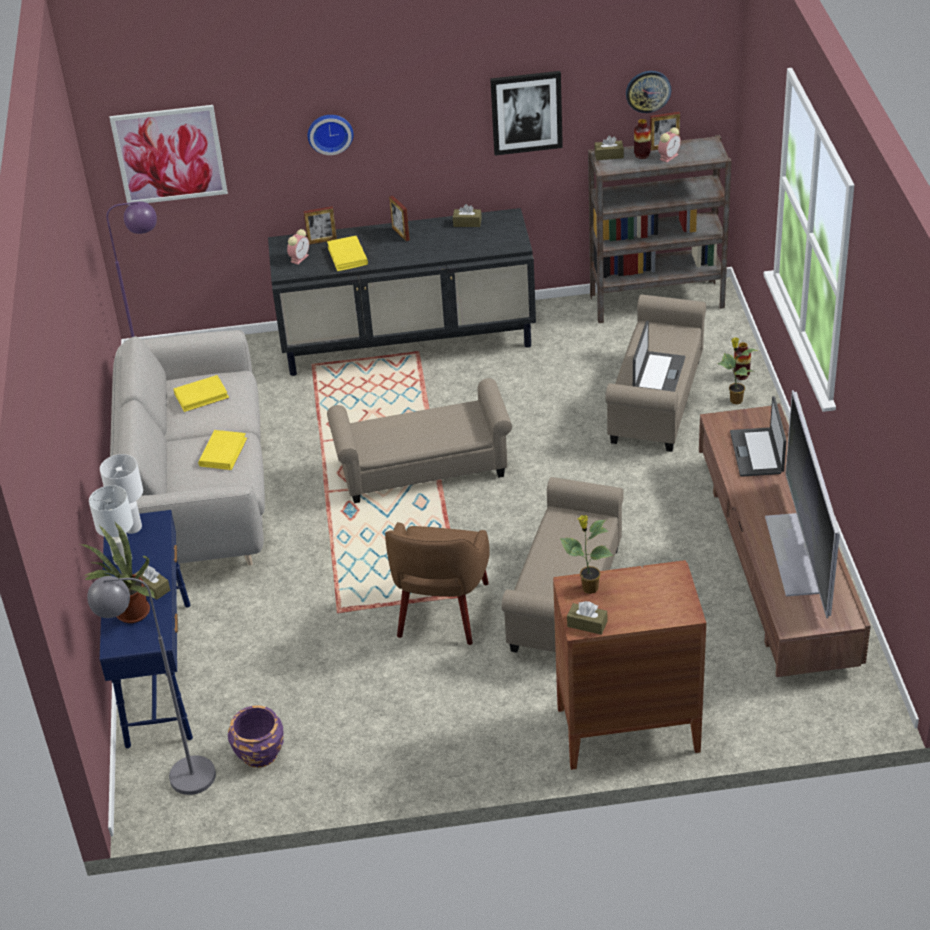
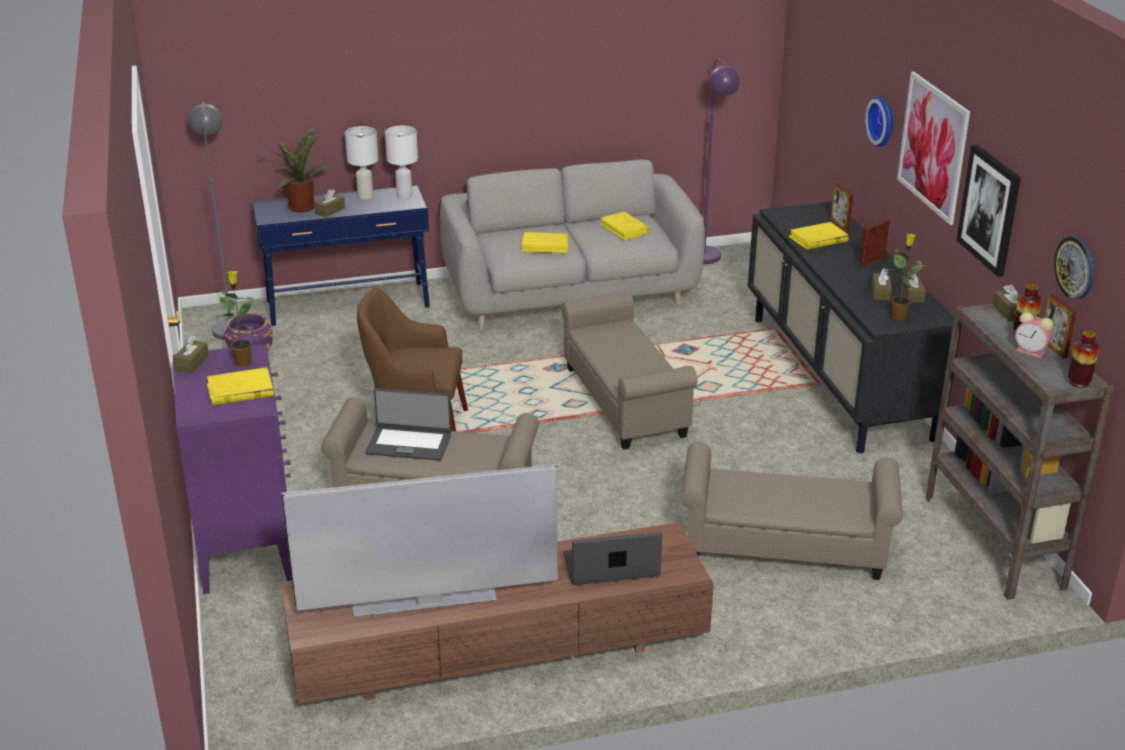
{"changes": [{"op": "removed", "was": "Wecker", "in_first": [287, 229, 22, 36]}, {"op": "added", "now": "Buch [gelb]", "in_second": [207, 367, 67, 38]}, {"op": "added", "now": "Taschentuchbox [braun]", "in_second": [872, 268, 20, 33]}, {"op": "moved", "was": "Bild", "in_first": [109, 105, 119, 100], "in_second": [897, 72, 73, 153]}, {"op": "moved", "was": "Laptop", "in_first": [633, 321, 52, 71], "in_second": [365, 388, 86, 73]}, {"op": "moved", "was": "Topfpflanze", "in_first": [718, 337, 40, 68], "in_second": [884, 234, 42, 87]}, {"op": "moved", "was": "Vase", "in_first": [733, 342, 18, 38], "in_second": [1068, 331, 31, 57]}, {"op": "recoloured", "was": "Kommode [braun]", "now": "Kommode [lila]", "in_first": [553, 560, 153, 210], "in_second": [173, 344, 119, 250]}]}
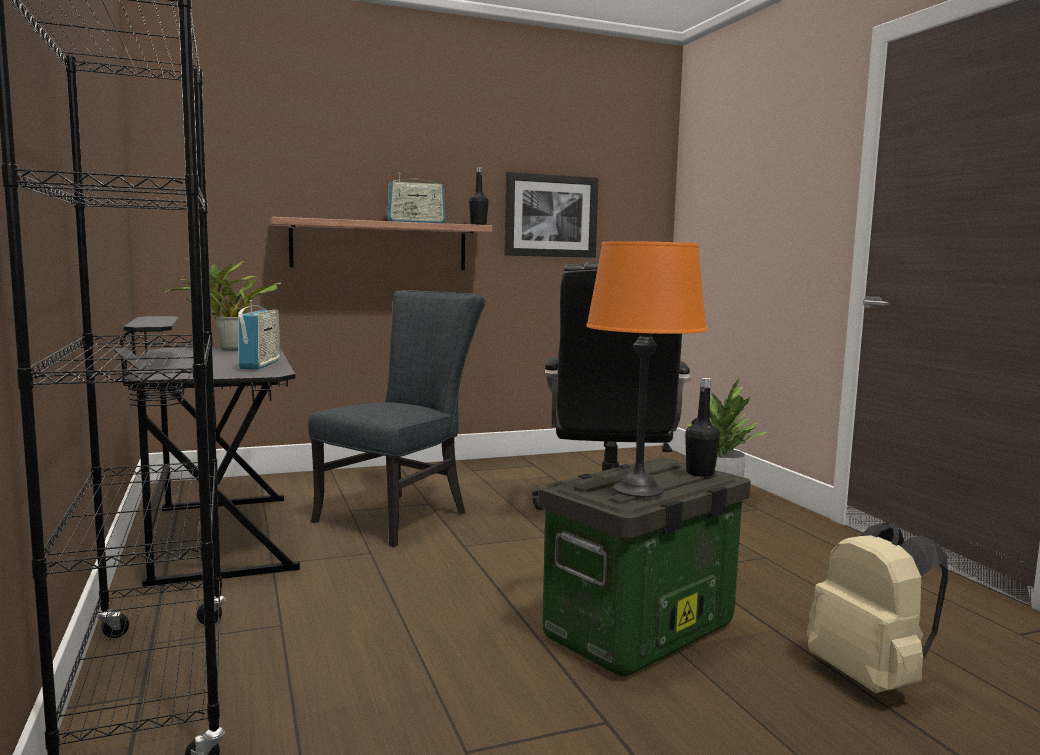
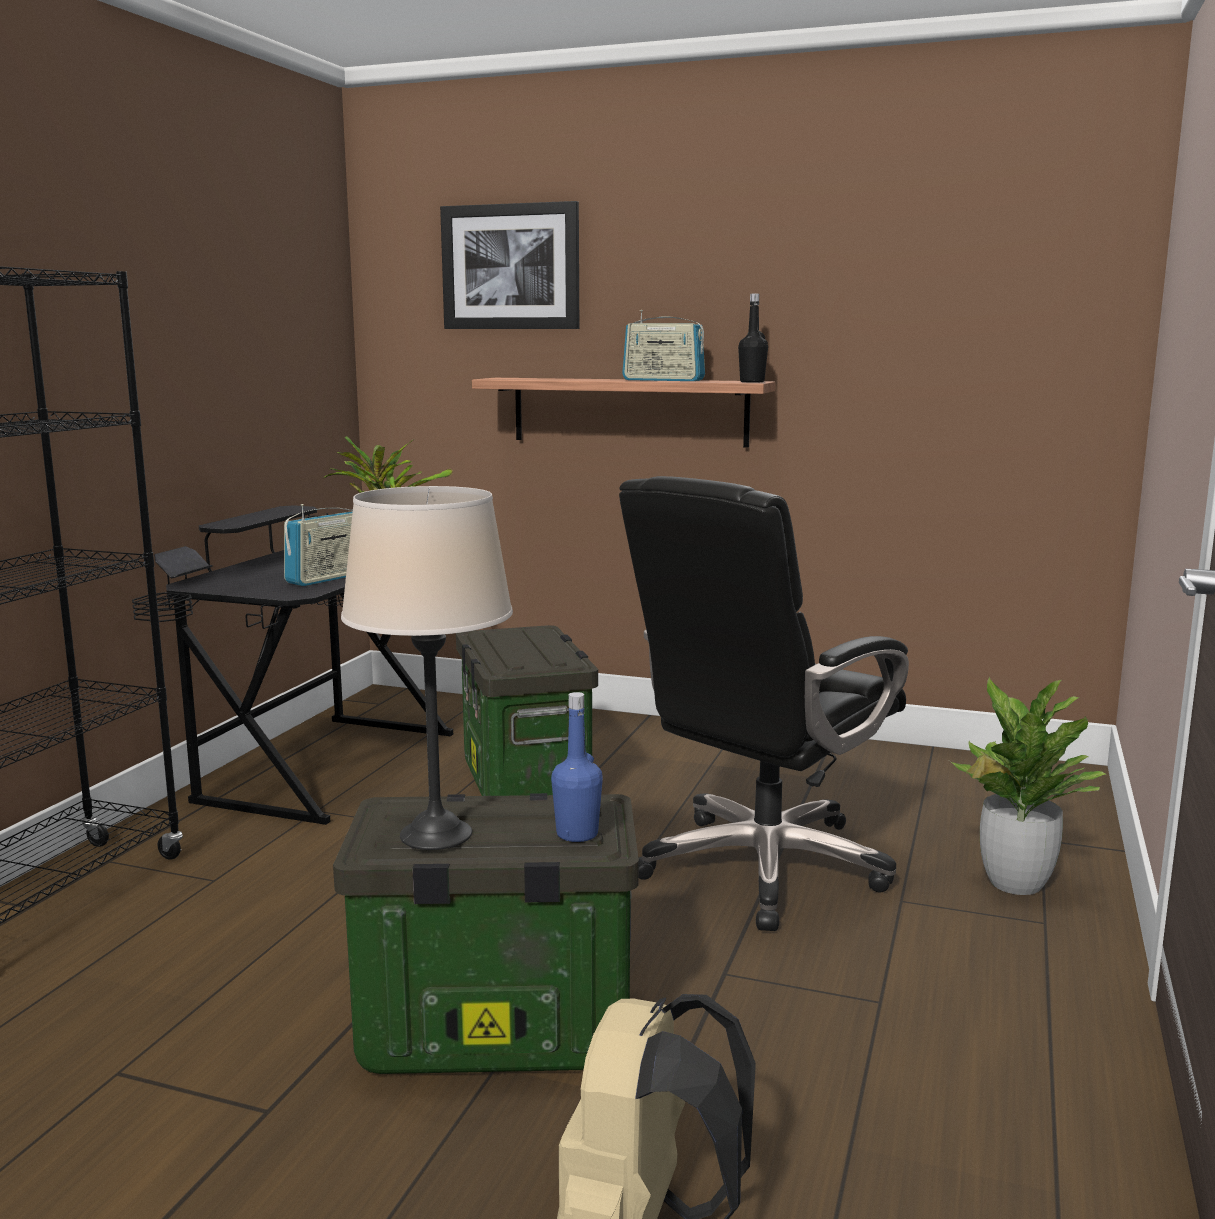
{"changes": [{"op": "moved", "was": "Bild", "in_first": [505, 172, 94, 86], "in_second": [440, 201, 139, 128]}, {"op": "replaced", "was": "Stuhl [grau]", "now": "Aufbewahrungsbox", "in_first": [308, 290, 178, 257], "in_second": [456, 625, 142, 171]}, {"op": "recoloured", "was": "Tischlampe [orange]", "now": "Tischlampe [beige]", "in_first": [586, 241, 121, 256], "in_second": [341, 486, 172, 364]}, {"op": "recoloured", "was": "Flasche [schwarz]", "now": "Flasche [blau]", "in_first": [685, 378, 35, 99], "in_second": [551, 692, 52, 150]}]}
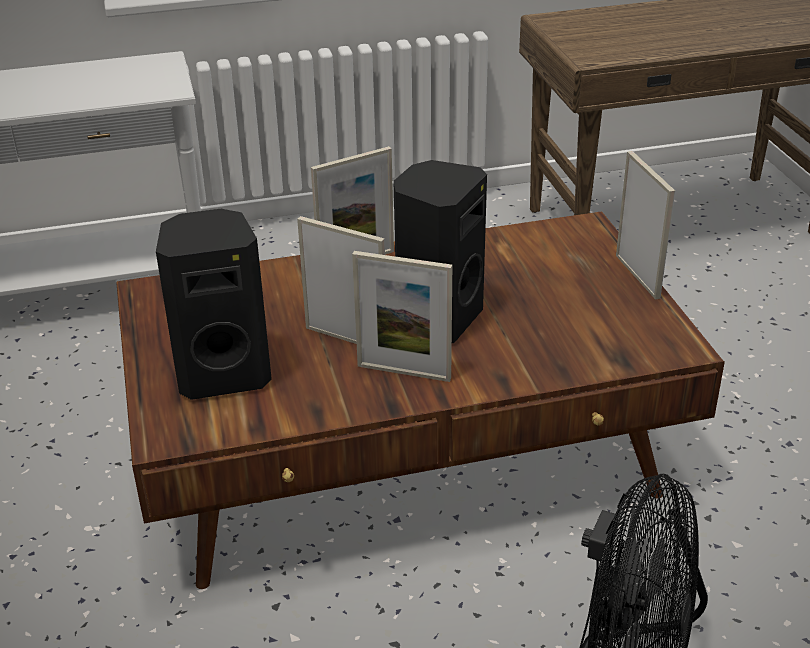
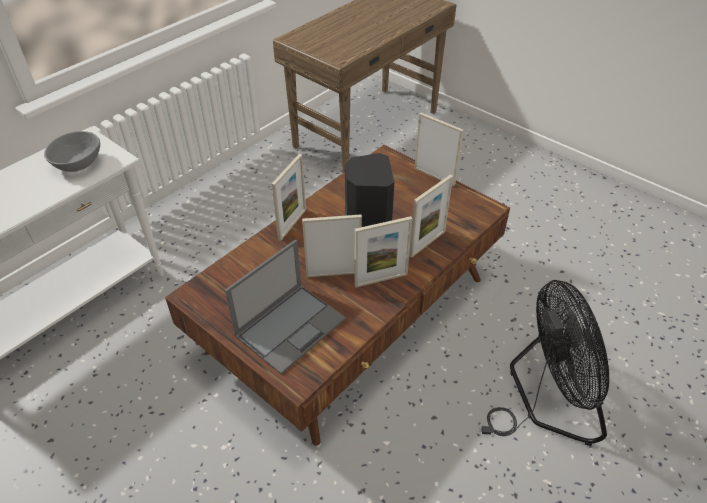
{"changes": [{"op": "added", "now": "Schüssel [grau]", "in_second": [44, 131, 56, 41]}, {"op": "added", "now": "Bilderrahmen", "in_second": [409, 174, 44, 84]}, {"op": "replaced", "was": "Lautsprecher [schwarz]", "now": "Laptop", "in_first": [156, 209, 116, 191], "in_second": [225, 239, 121, 135]}]}
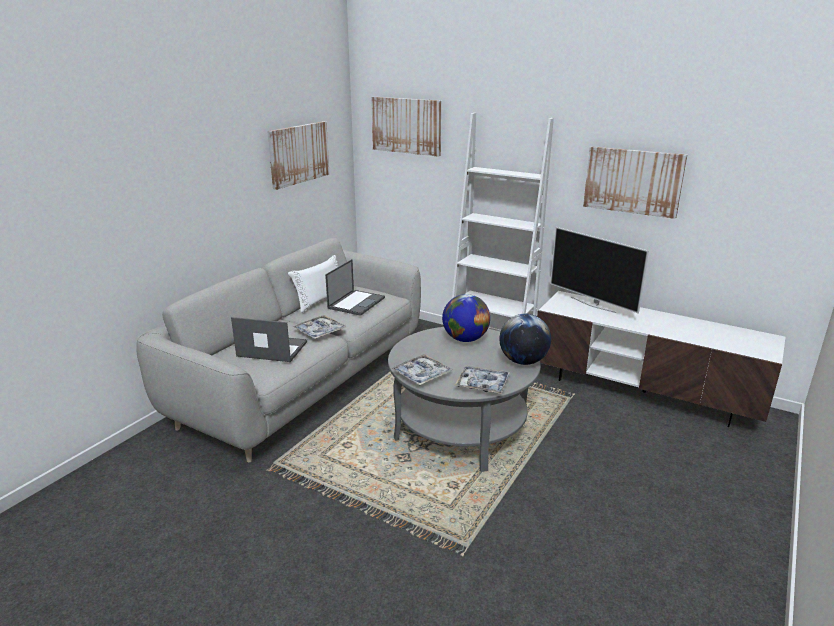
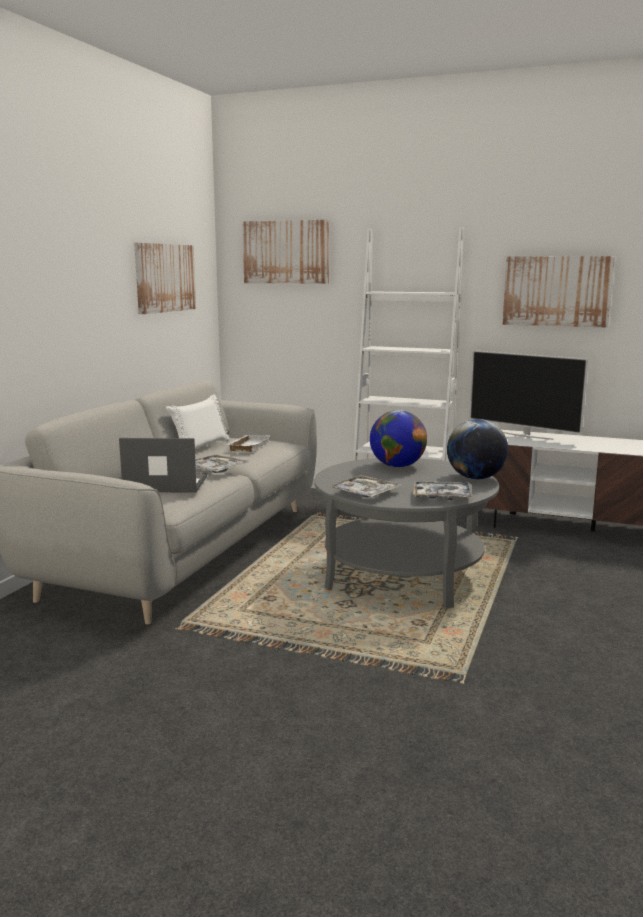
{"changes": [{"op": "replaced", "was": "Laptop", "now": "Tablett [weiß]", "in_first": [325, 259, 60, 57], "in_second": [227, 435, 43, 17]}]}
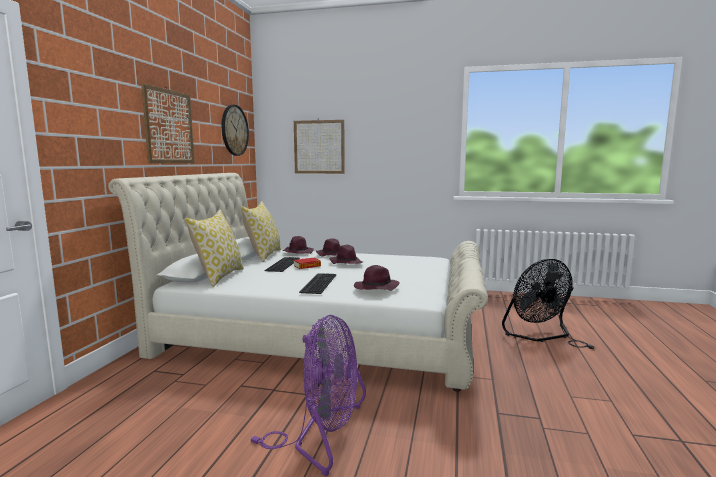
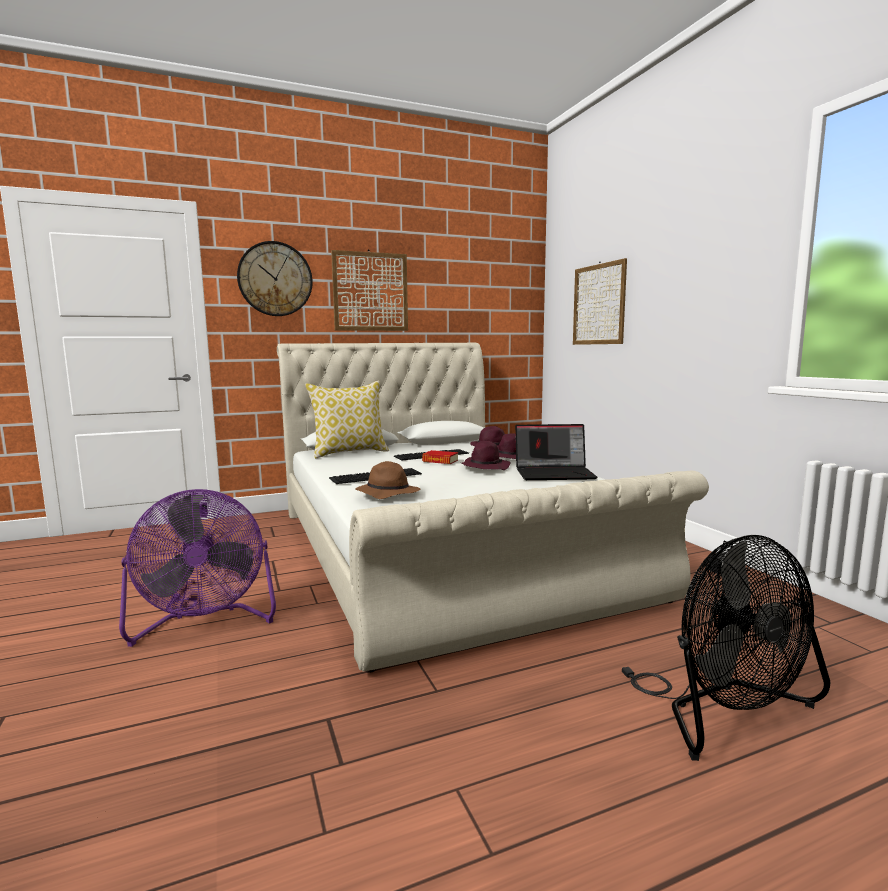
{"changes": [{"op": "removed", "was": "Kissen", "in_first": [241, 201, 40, 61]}, {"op": "added", "now": "Laptop", "in_second": [515, 424, 82, 56]}, {"op": "moved", "was": "Wanduhr", "in_first": [222, 105, 27, 51], "in_second": [237, 241, 76, 75]}, {"op": "recoloured", "was": "Hut [lila]", "now": "Hut [braun]", "in_first": [354, 265, 46, 26], "in_second": [355, 461, 66, 38]}, {"op": "turned", "was": "Ventilator [schwarz]", "in_first": [502, 259, 92, 90], "in_second": [622, 535, 208, 226], "clockwise": 120}]}
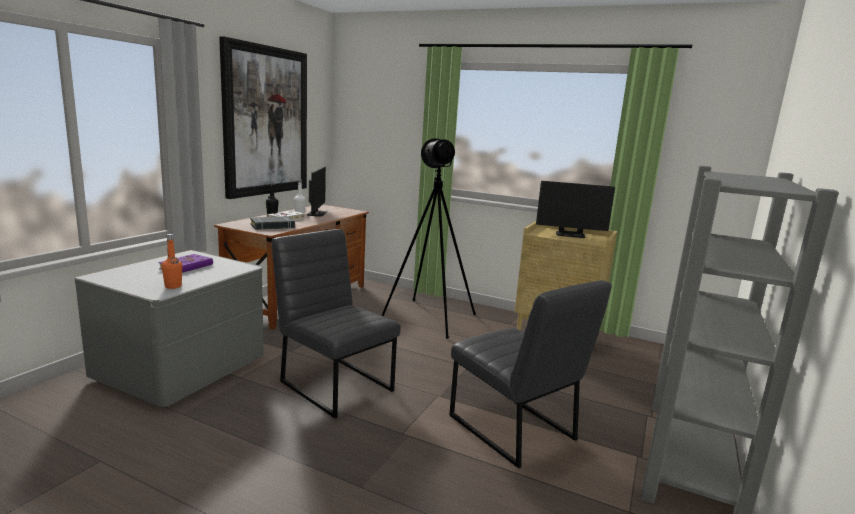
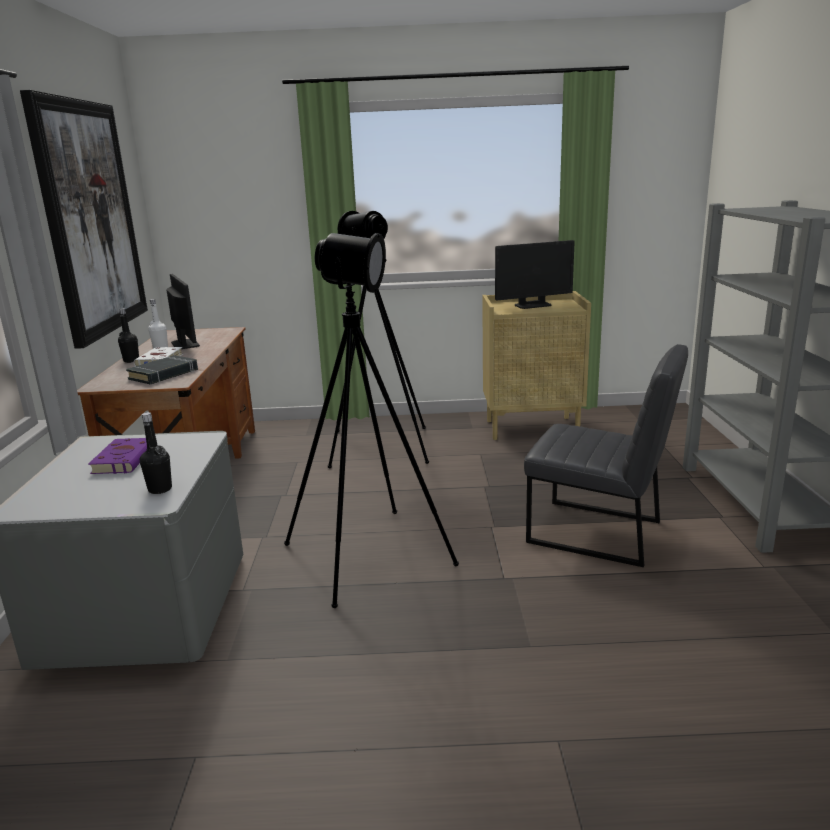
{"changes": [{"op": "replaced", "was": "Stuhl [grau]", "now": "Stehlampe [schwarz]", "in_first": [272, 229, 129, 189], "in_second": [284, 233, 175, 375]}, {"op": "recoloured", "was": "Flasche [orange]", "now": "Flasche [schwarz]", "in_first": [162, 234, 20, 55], "in_second": [140, 412, 32, 82]}]}
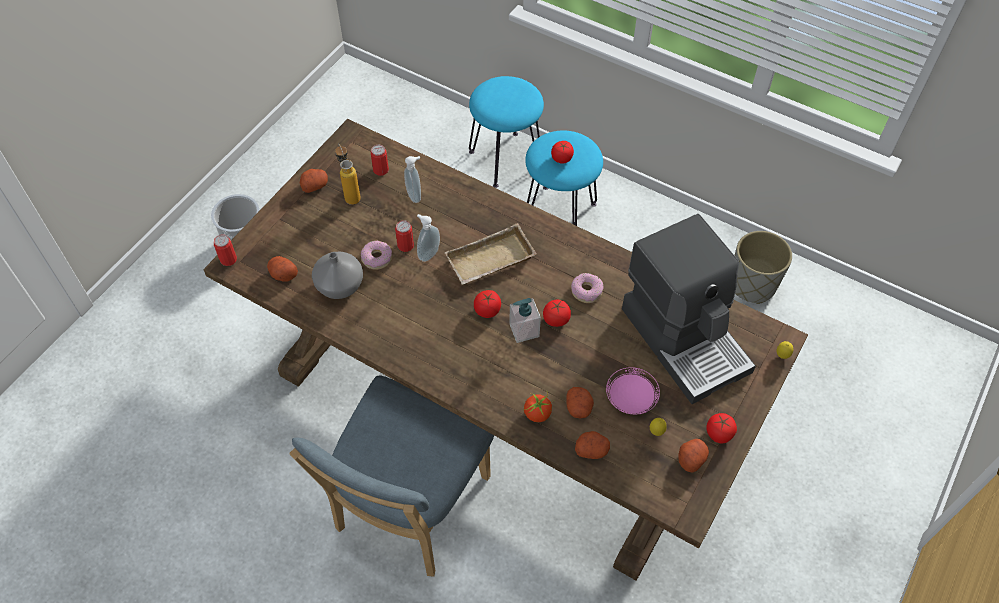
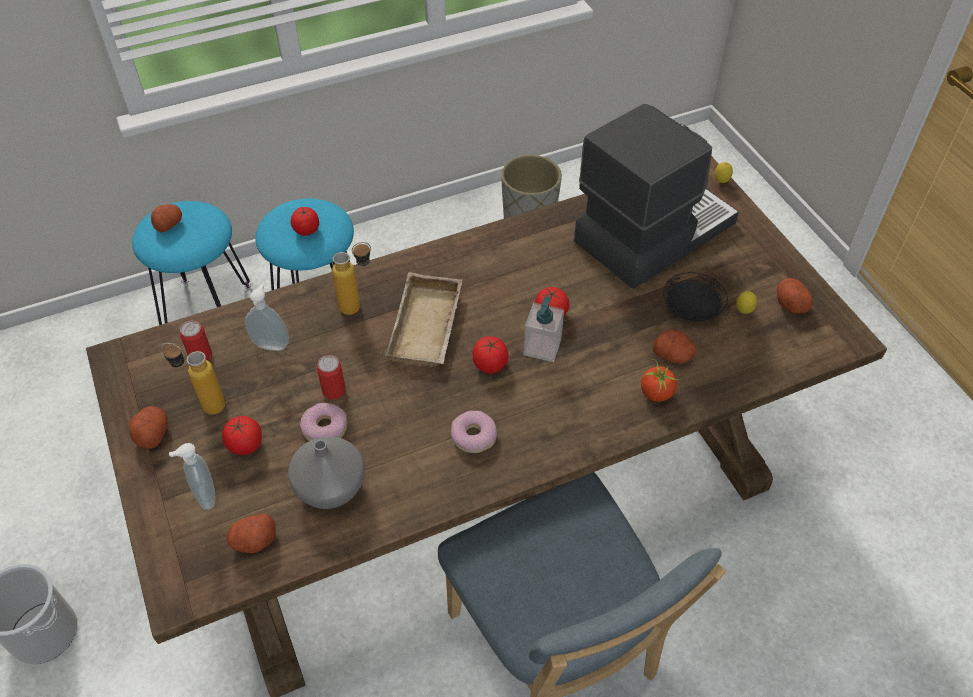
{"changes": [{"op": "removed", "was": "Dose", "in_first": [214, 234, 23, 32]}, {"op": "added", "now": "Flasche", "in_second": [332, 242, 39, 73]}, {"op": "moved", "was": "Seifenspender", "in_first": [417, 214, 23, 48], "in_second": [169, 443, 47, 67]}, {"op": "moved", "was": "Donut", "in_first": [571, 273, 33, 30], "in_second": [451, 410, 46, 43]}, {"op": "moved", "was": "Kartoffel", "in_first": [575, 431, 35, 28], "in_second": [151, 204, 31, 28]}, {"op": "moved", "was": "Tomate", "in_first": [706, 413, 31, 31], "in_second": [222, 416, 40, 39]}, {"op": "recoloured", "was": "Teller [rosa]", "now": "Teller [schwarz]", "in_first": [606, 367, 54, 47], "in_second": [663, 272, 65, 50]}, {"op": "turned", "was": "Kaffeemaschine", "in_first": [622, 214, 134, 190], "in_second": [574, 104, 165, 185], "clockwise": -45}]}
